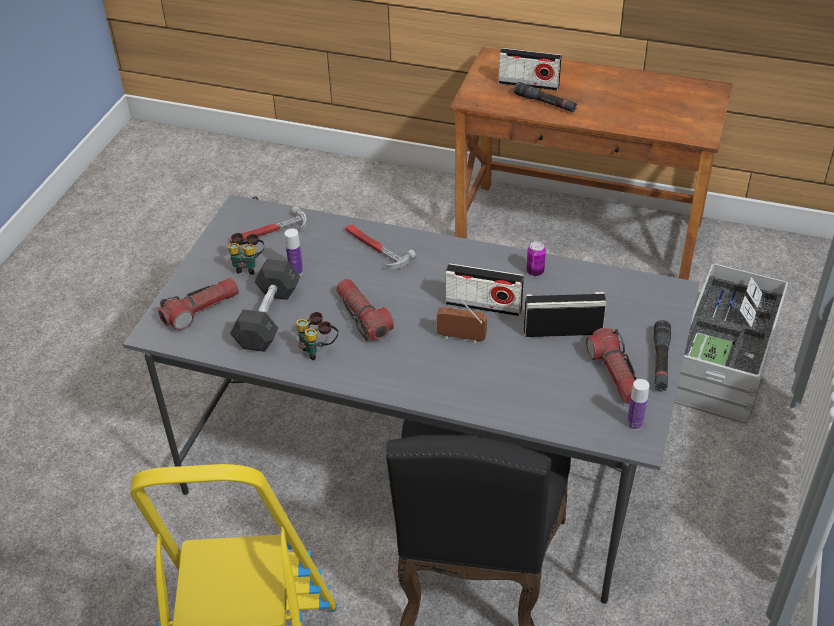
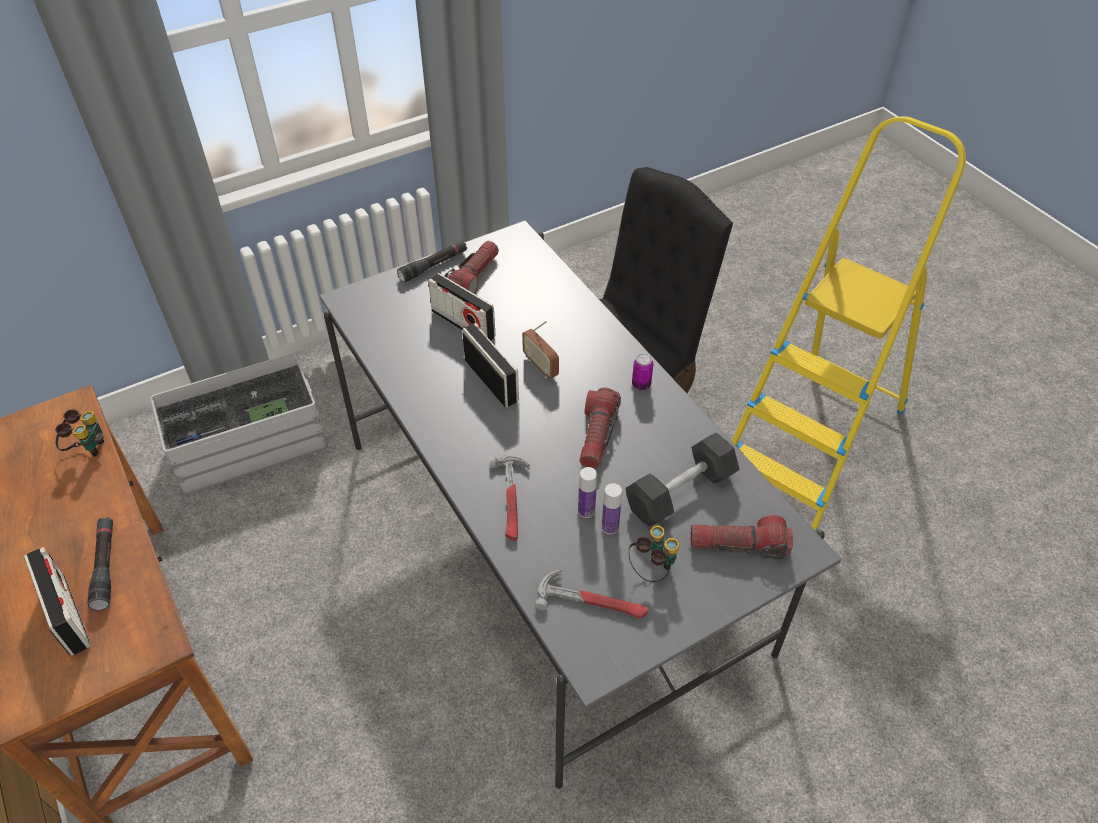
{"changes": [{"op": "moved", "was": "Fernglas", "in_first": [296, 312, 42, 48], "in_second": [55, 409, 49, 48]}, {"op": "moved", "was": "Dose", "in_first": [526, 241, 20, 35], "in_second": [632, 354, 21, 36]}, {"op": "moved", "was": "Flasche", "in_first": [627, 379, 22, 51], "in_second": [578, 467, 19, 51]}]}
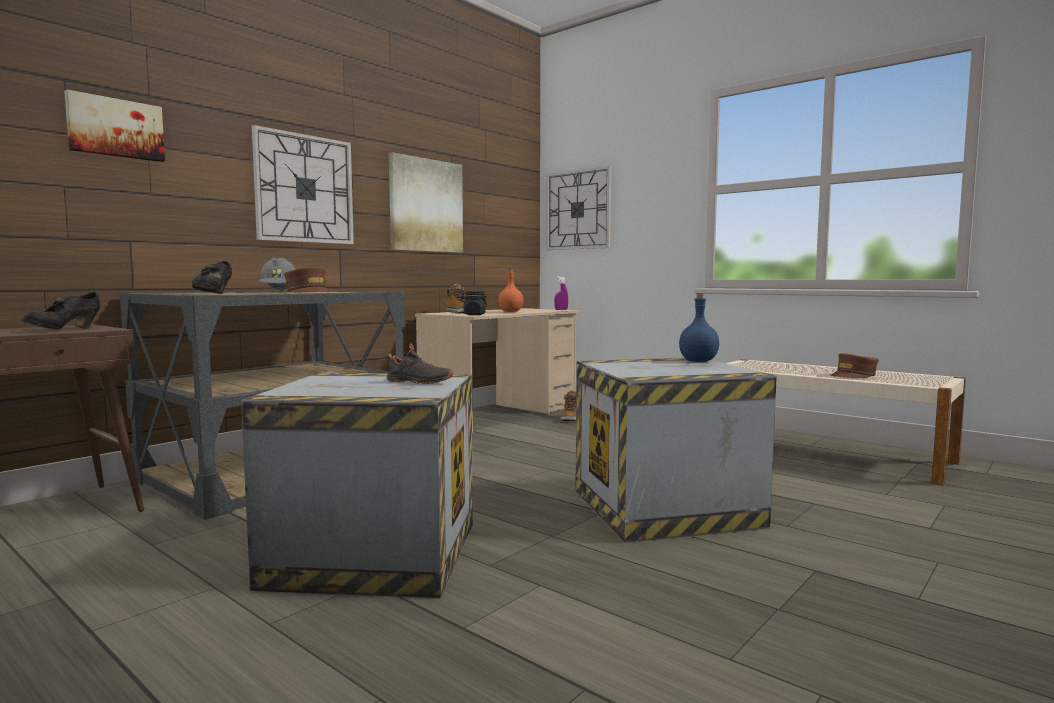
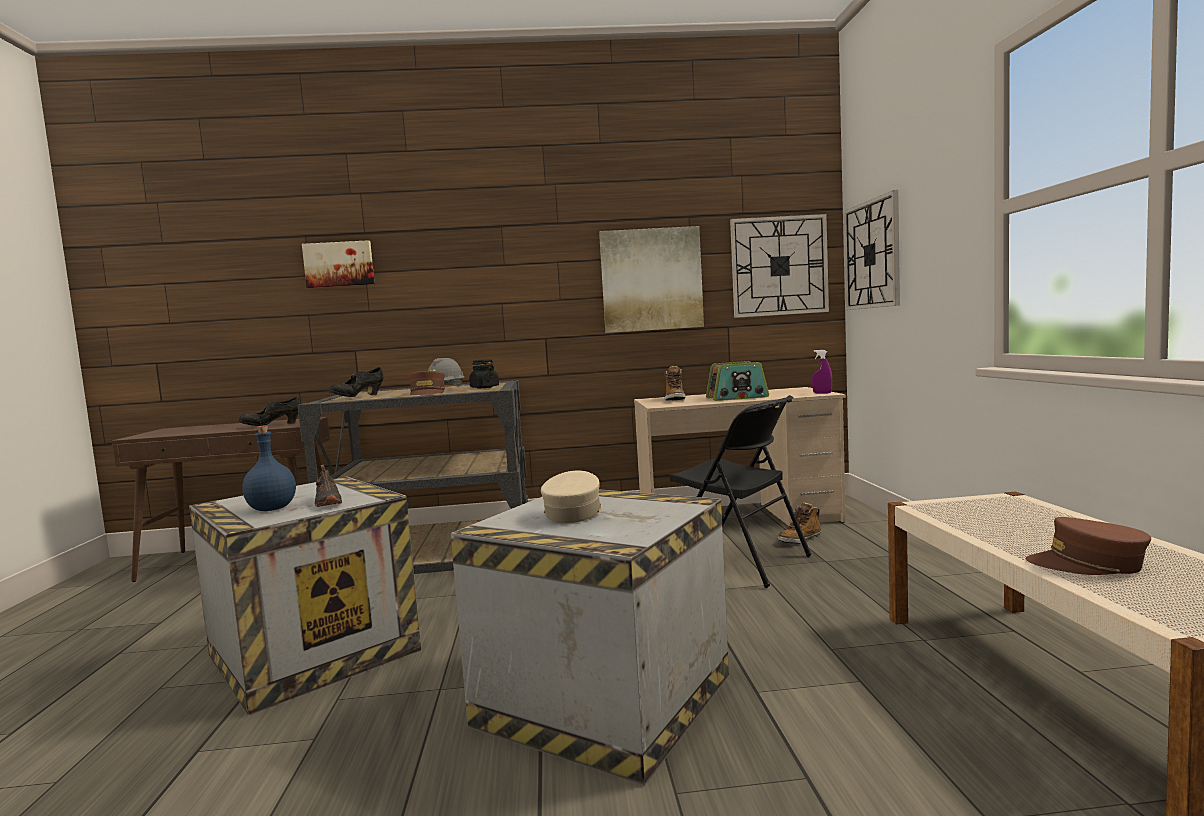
{"changes": [{"op": "added", "now": "Kappe [beige]", "in_second": [541, 470, 62, 53]}, {"op": "added", "now": "Stuhl [schwarz]", "in_second": [670, 395, 141, 193]}, {"op": "moved", "was": "Wanduhr", "in_first": [252, 125, 102, 119], "in_second": [730, 214, 99, 104]}, {"op": "moved", "was": "Vorratsglas [schwarz]", "in_first": [461, 291, 27, 24], "in_second": [469, 359, 30, 29]}, {"op": "moved", "was": "Flasche [blau]", "in_first": [679, 293, 40, 69], "in_second": [242, 425, 54, 86]}, {"op": "replaced", "was": "Flasche [orange]", "now": "Radio", "in_first": [498, 268, 25, 44], "in_second": [706, 361, 63, 40]}]}
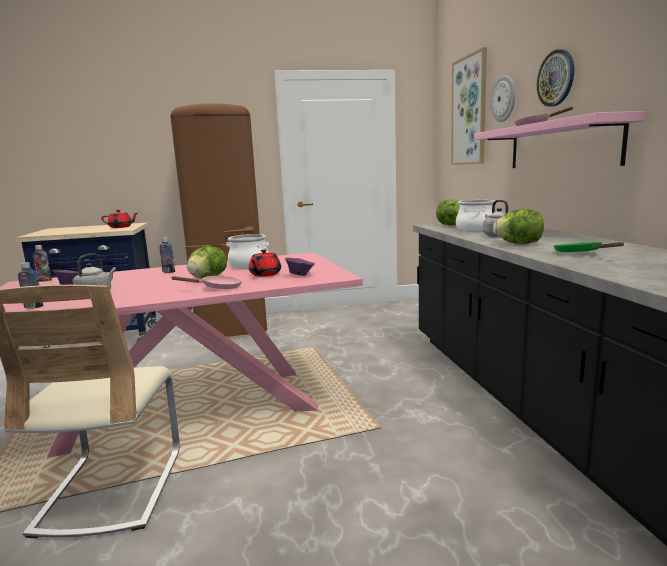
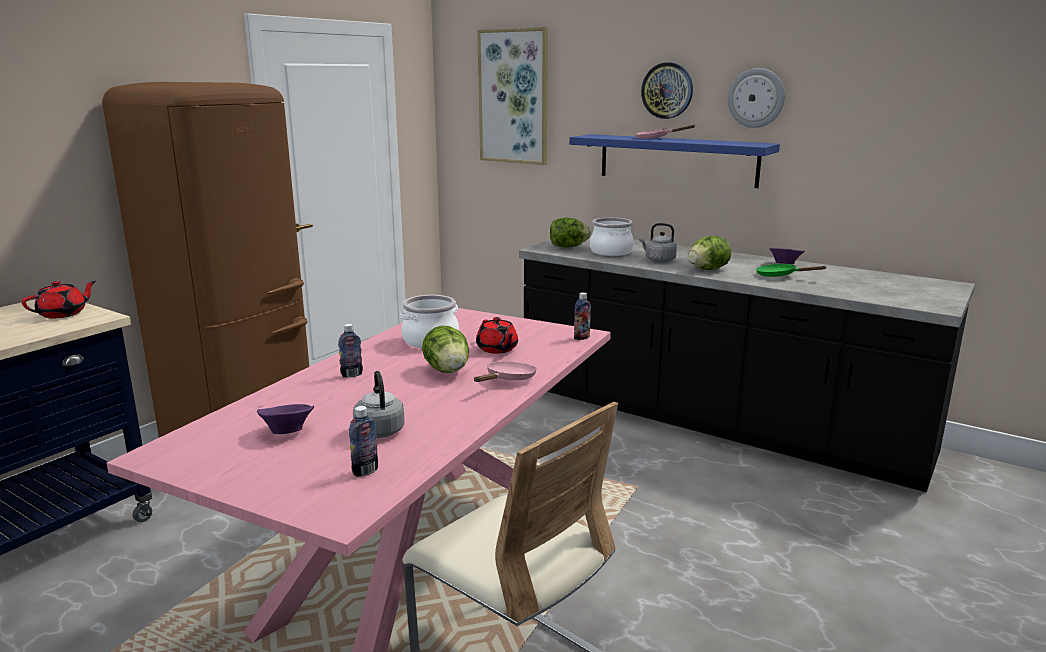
{"changes": [{"op": "moved", "was": "Flasche", "in_first": [33, 245, 19, 37], "in_second": [574, 292, 17, 48]}, {"op": "moved", "was": "Schüssel [lila]", "in_first": [285, 258, 30, 18], "in_second": [769, 248, 36, 16]}, {"op": "moved", "was": "Wanduhr", "in_first": [491, 75, 24, 47], "in_second": [728, 68, 57, 60]}, {"op": "recoloured", "was": "Wandregal [rosa]", "now": "Wandregal [blau]", "in_first": [474, 111, 171, 57], "in_second": [569, 134, 211, 54]}]}
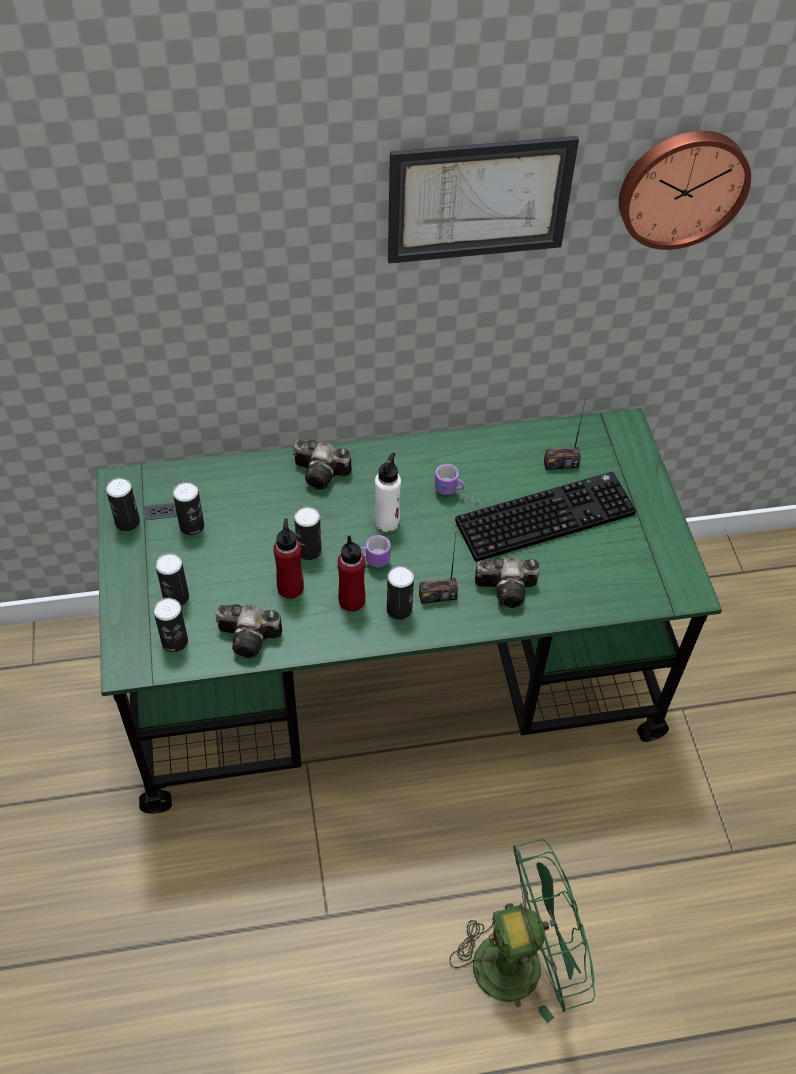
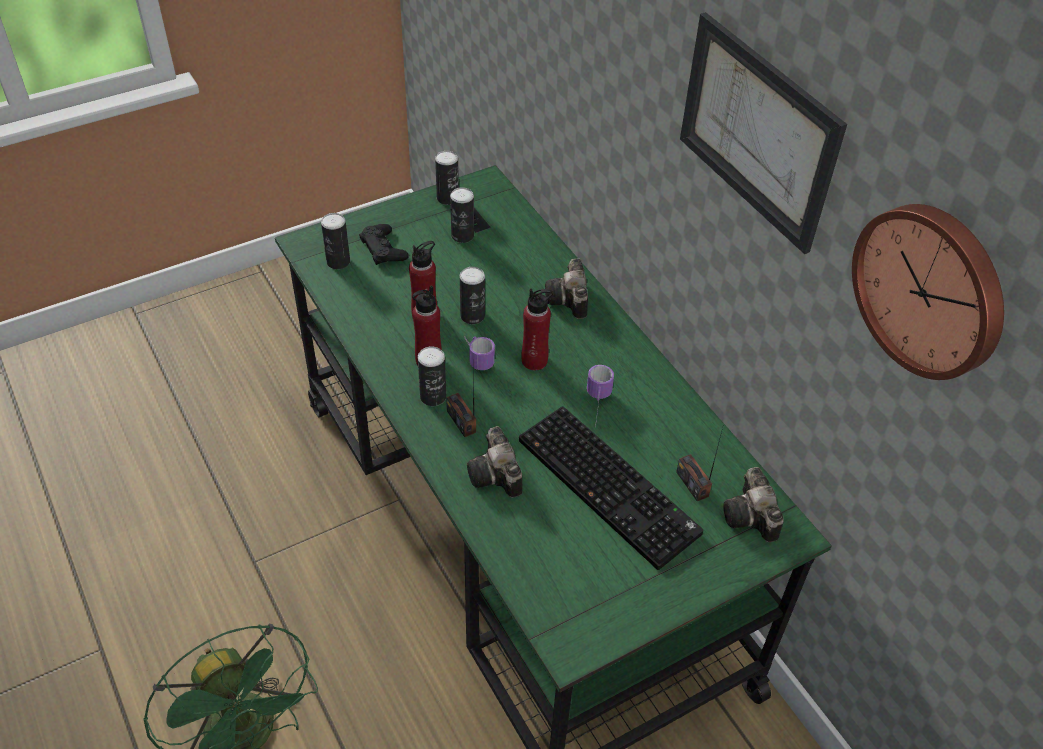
{"changes": [{"op": "moved", "was": "Kamera", "in_first": [216, 605, 66, 53], "in_second": [723, 467, 61, 75]}, {"op": "replaced", "was": "Dose", "now": "Gamepad [schwarz]", "in_first": [155, 553, 34, 53], "in_second": [359, 224, 50, 41]}, {"op": "recoloured", "was": "Flasche [weiß]", "now": "Flasche [rot]", "in_first": [374, 452, 27, 80], "in_second": [521, 289, 32, 81]}]}
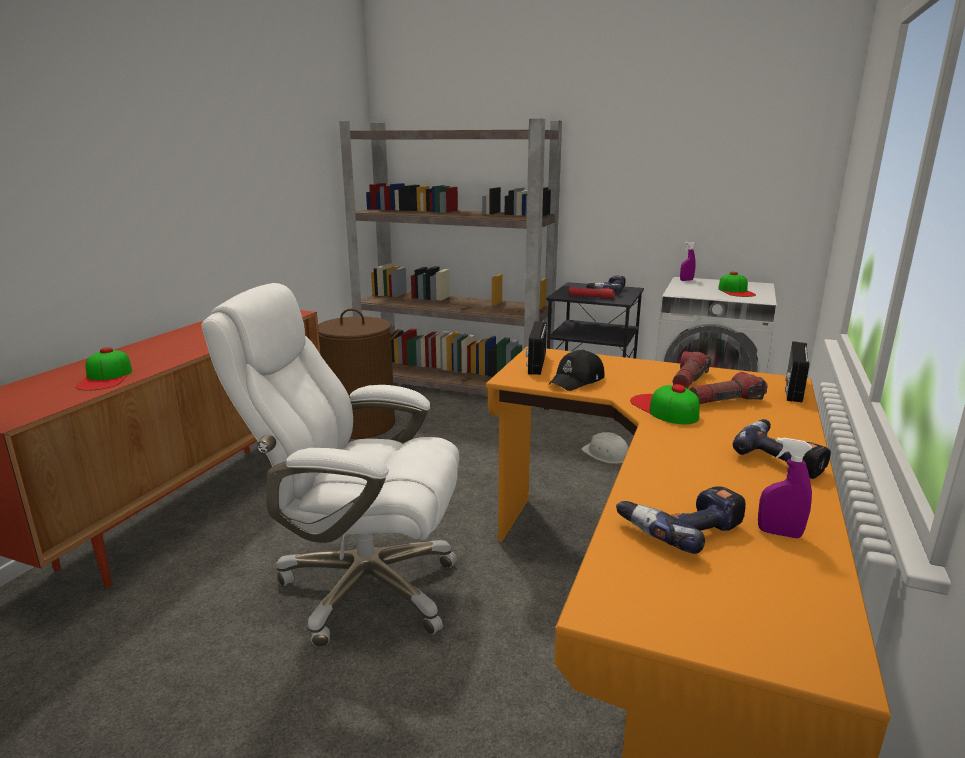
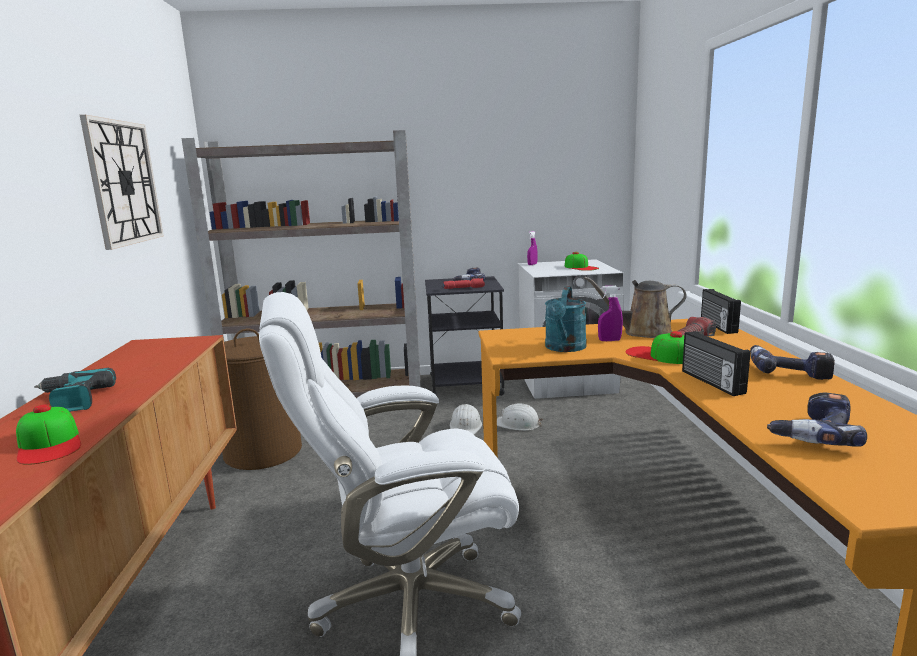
{"changes": [{"op": "added", "now": "Bohrmaschine", "in_second": [34, 368, 82, 44]}, {"op": "added", "now": "Wanduhr", "in_second": [80, 115, 84, 135]}, {"op": "added", "now": "Schutzhelm [weiß]", "in_second": [450, 404, 32, 30]}, {"op": "moved", "was": "Radio", "in_first": [526, 321, 21, 54], "in_second": [682, 331, 68, 65]}, {"op": "moved", "was": "Sprühflasche [lila]", "in_first": [758, 437, 54, 101], "in_second": [598, 286, 25, 55]}, {"op": "replaced", "was": "Kappe [schwarz]", "now": "Gießkanne [türkis]", "in_first": [549, 350, 56, 41], "in_second": [545, 286, 42, 66]}, {"op": "replaced", "was": "Taschenlampe", "now": "Gießkanne [braun]", "in_first": [672, 351, 39, 37], "in_second": [584, 277, 103, 61]}]}
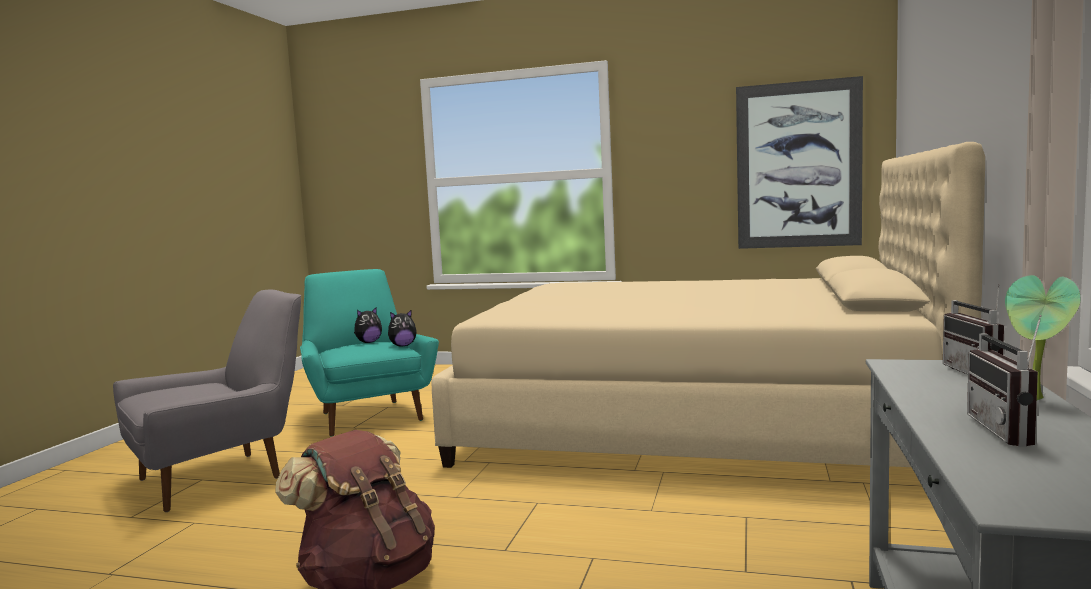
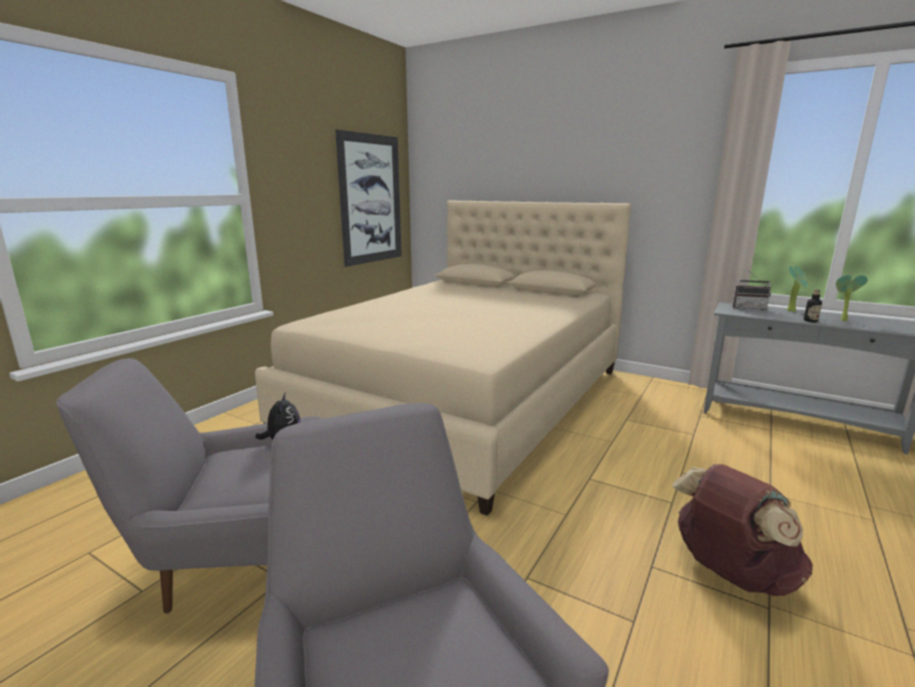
{"changes": [{"op": "removed", "was": "Plüschtier", "in_first": [354, 307, 28, 36]}, {"op": "added", "now": "Flasche", "in_second": [804, 289, 18, 33]}, {"op": "replaced", "was": "Radio", "now": "Topfpflanze", "in_first": [967, 315, 75, 132], "in_second": [836, 274, 32, 47]}, {"op": "recoloured", "was": "Sessel [türkis]", "now": "Sessel [grau]", "in_first": [300, 269, 139, 168], "in_second": [56, 358, 265, 256]}]}
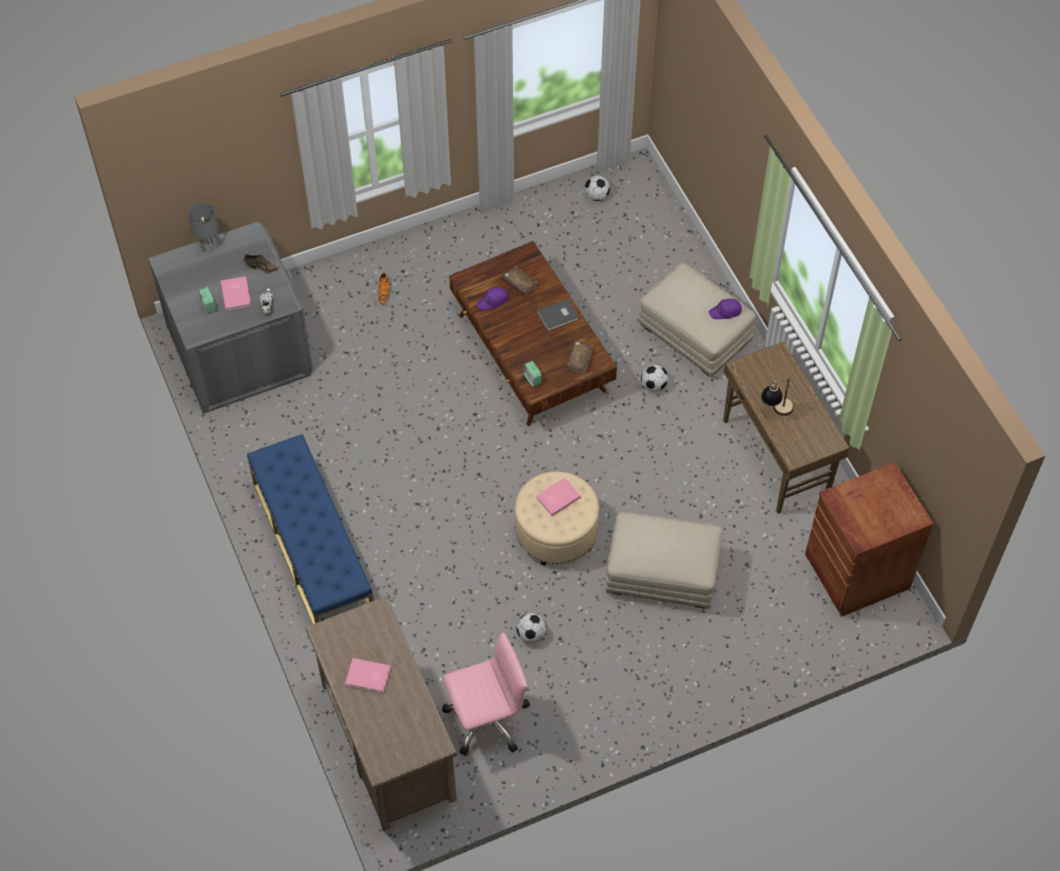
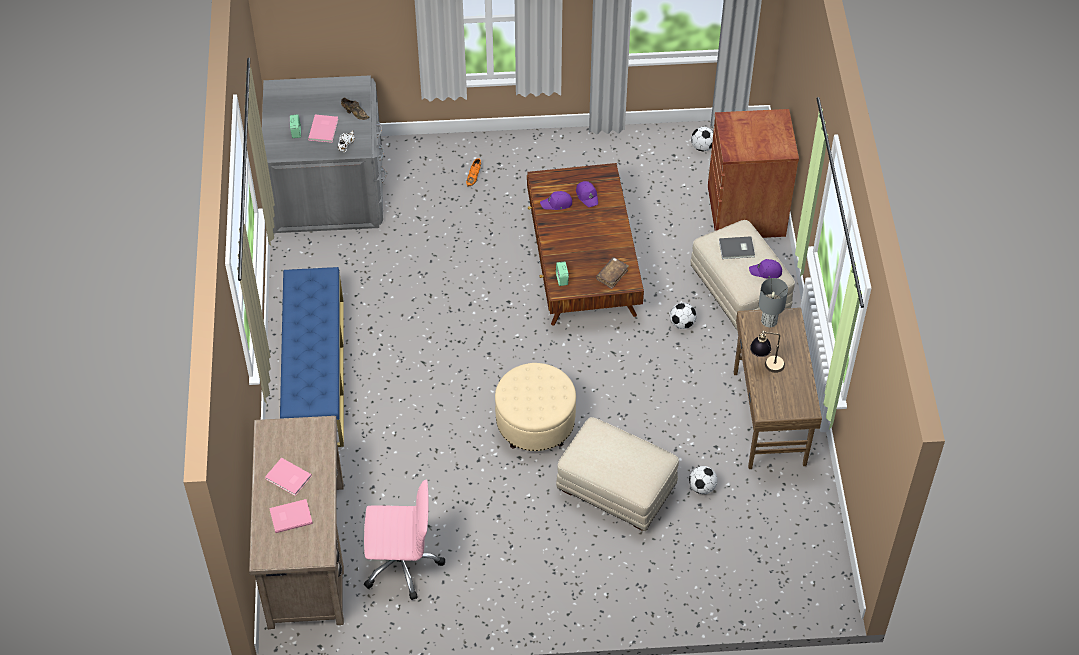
{"changes": [{"op": "moved", "was": "Tischlampe [grau]", "in_first": [188, 203, 31, 49], "in_second": [759, 278, 29, 49]}, {"op": "moved", "was": "Fußball", "in_first": [516, 613, 30, 30], "in_second": [689, 466, 29, 28]}, {"op": "moved", "was": "Buch [rosa]", "in_first": [536, 478, 45, 38], "in_second": [269, 499, 44, 34]}, {"op": "moved", "was": "Buch [grau]", "in_first": [537, 299, 41, 32], "in_second": [719, 236, 36, 23]}, {"op": "moved", "was": "Kommode [braun]", "in_first": [805, 462, 129, 155], "in_second": [708, 109, 91, 129]}, {"op": "replaced", "was": "Buch [braun]", "now": "Kappe [lila]", "in_first": [502, 266, 36, 30], "in_second": [576, 181, 22, 26]}]}
